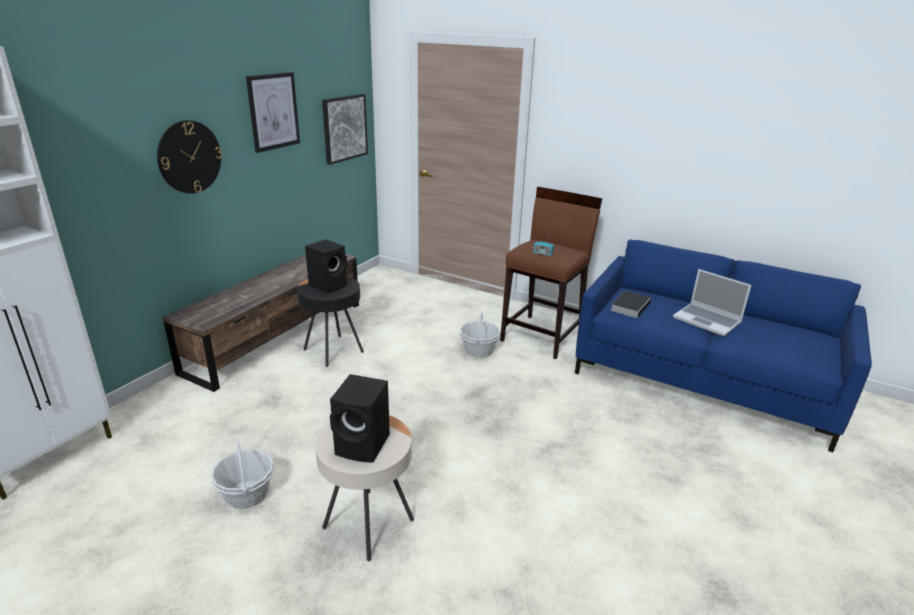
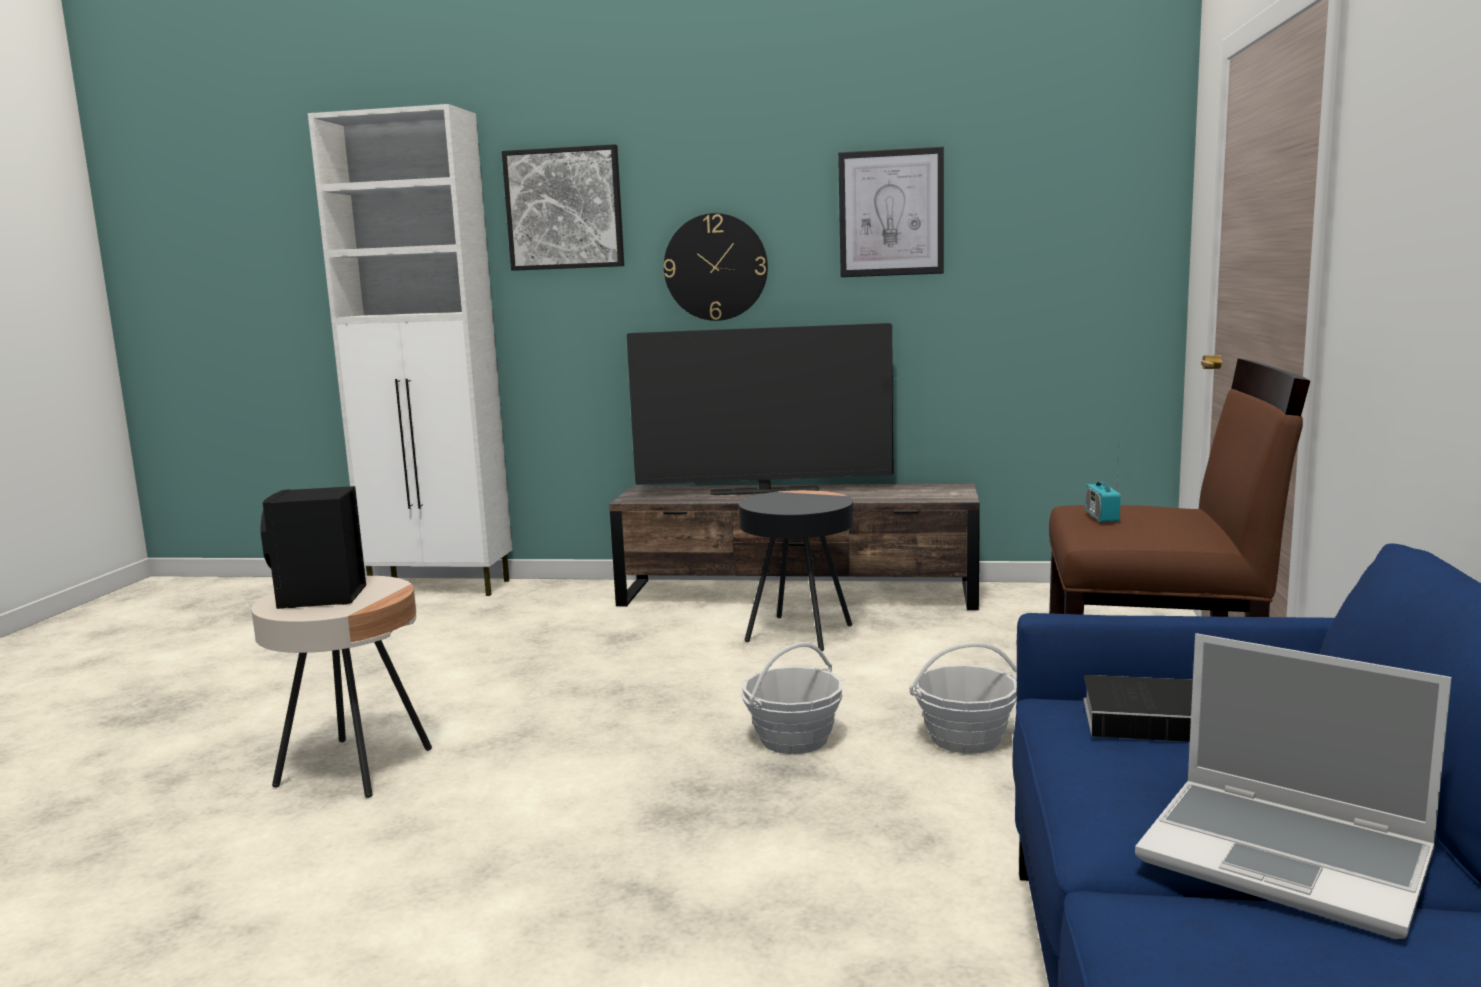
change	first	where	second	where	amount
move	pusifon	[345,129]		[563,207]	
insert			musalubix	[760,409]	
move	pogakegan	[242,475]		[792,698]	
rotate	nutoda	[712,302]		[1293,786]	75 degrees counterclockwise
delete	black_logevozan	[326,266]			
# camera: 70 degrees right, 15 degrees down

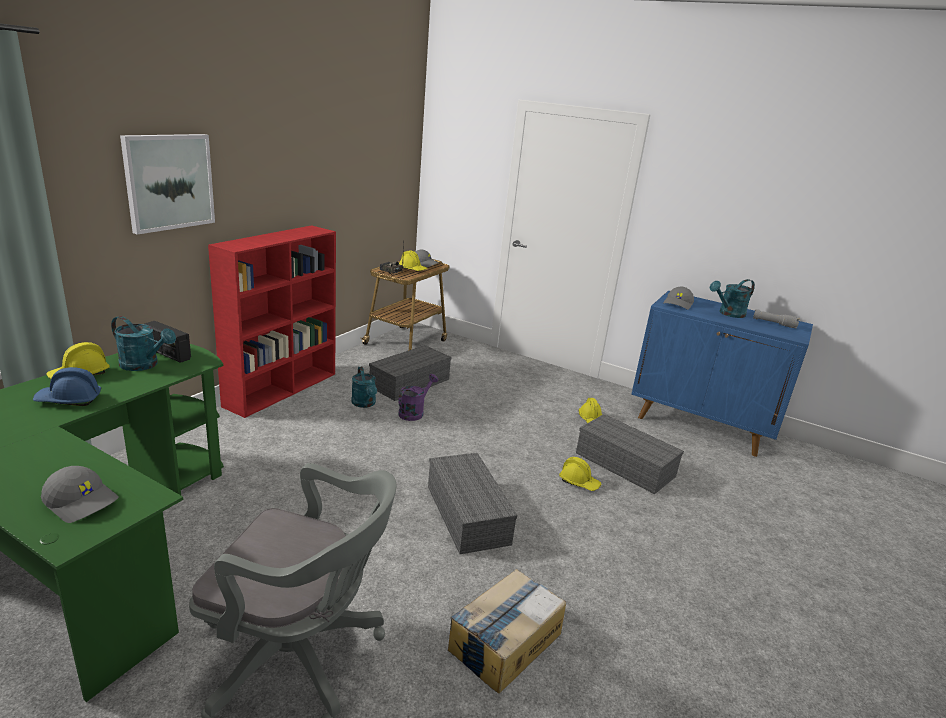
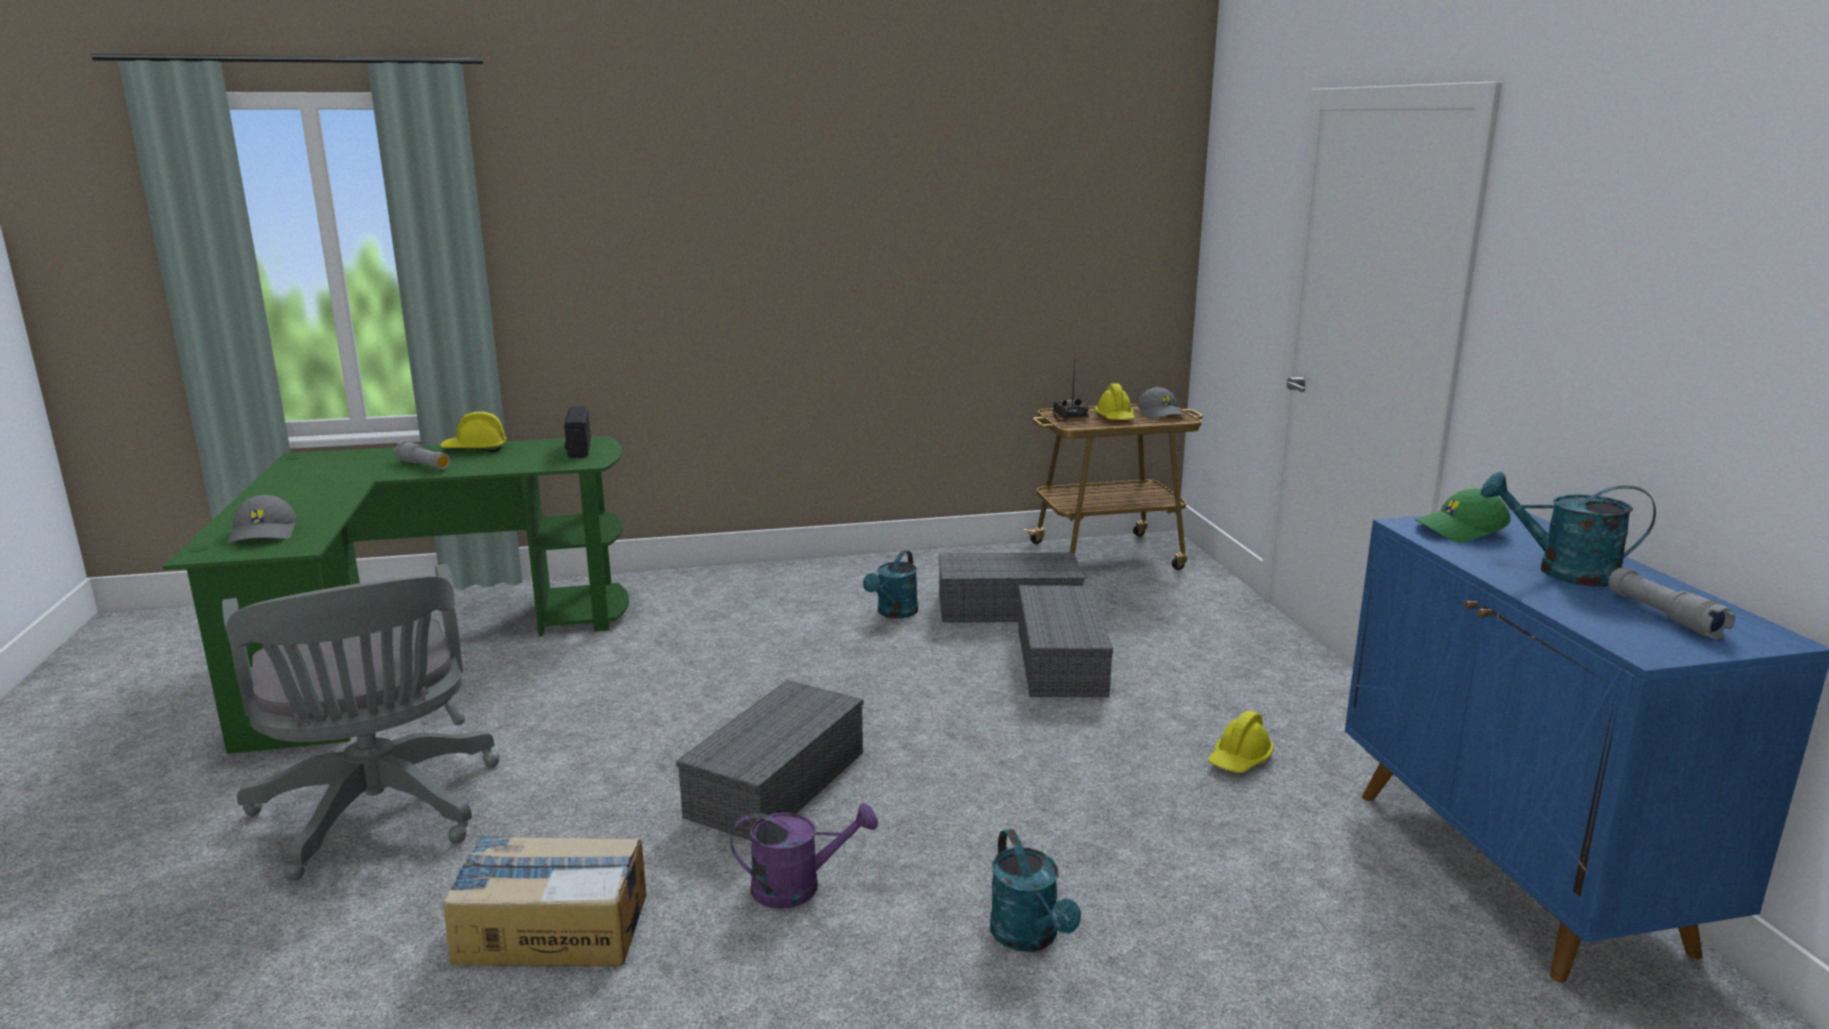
change	first	where	second	where	amount
replace	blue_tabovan	[67,386]	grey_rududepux	[421,455]	
move	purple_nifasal	[418,397]		[804,856]	
move	turquoise_nifasal	[143,343]		[1035,890]	
move	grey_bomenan	[630,454]		[1065,641]	
recolor	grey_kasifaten	[678,298]	green_kasifaten	[1463,515]	
delete	pusifon	[167,184]			
delete	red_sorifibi	[272,321]			
delete	yellow_tabovan	[580,474]			
# camera: 50 degrees right, 5 degrees down

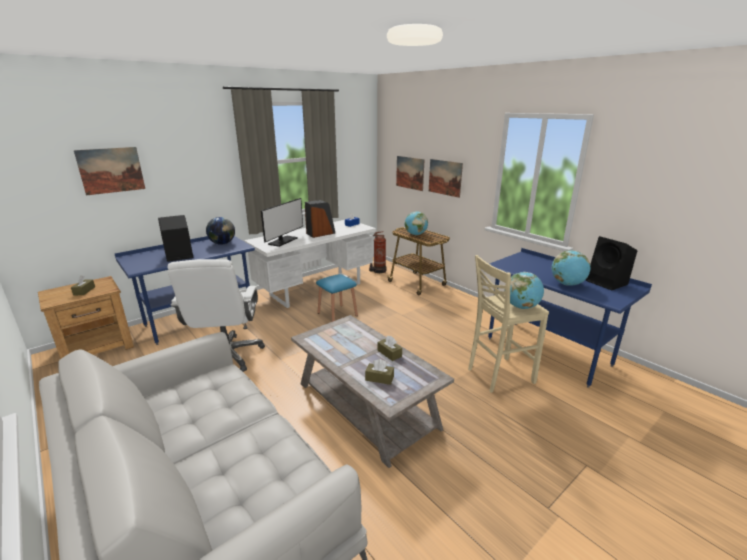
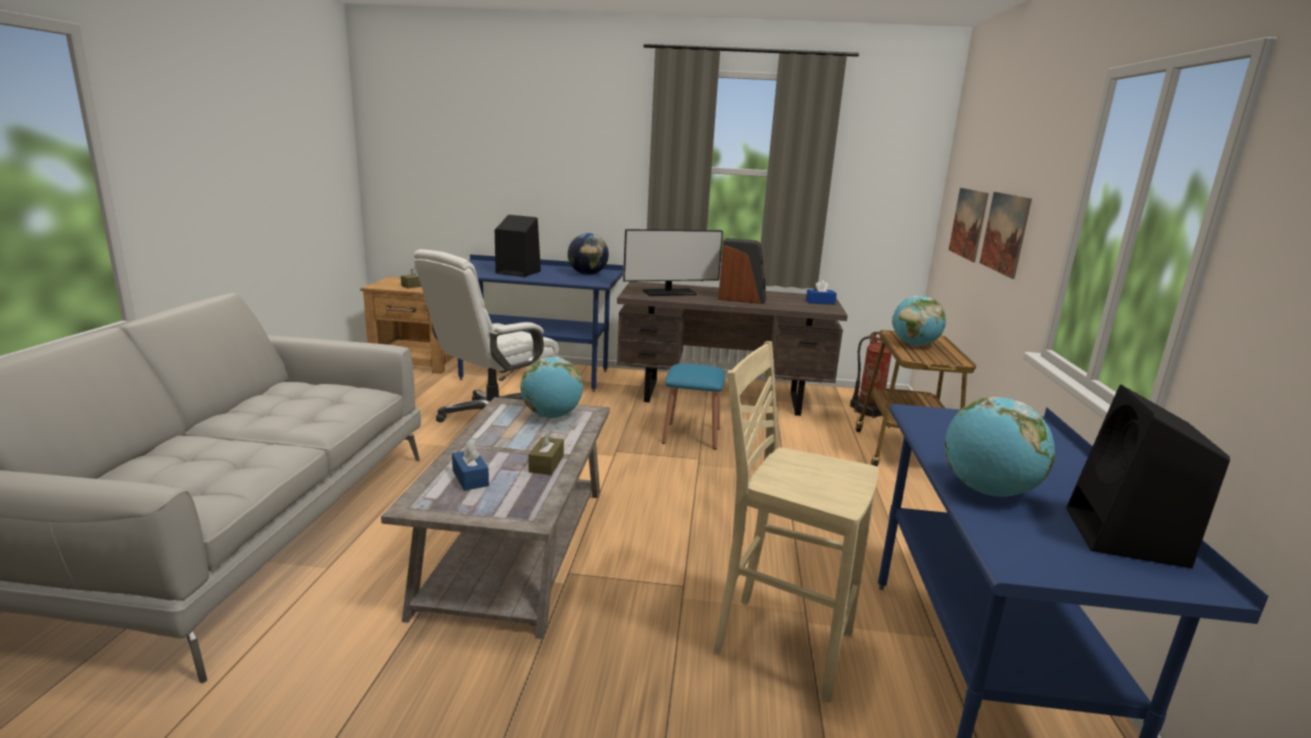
change	first	where	second	where	amount
recolor	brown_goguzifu	[379,372]	blue_goguzifu	[470,466]	
move	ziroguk	[524,290]		[552,387]	
recolor	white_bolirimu	[310,264]	brown_bolirimu	[732,348]	
delete	pusifon	[109,171]			
# camera: 45 degrees right, 5 degrees down

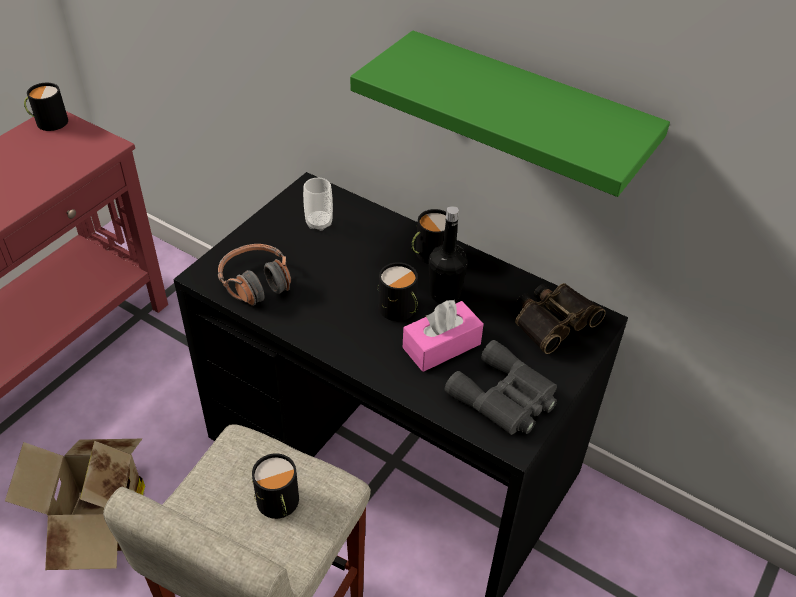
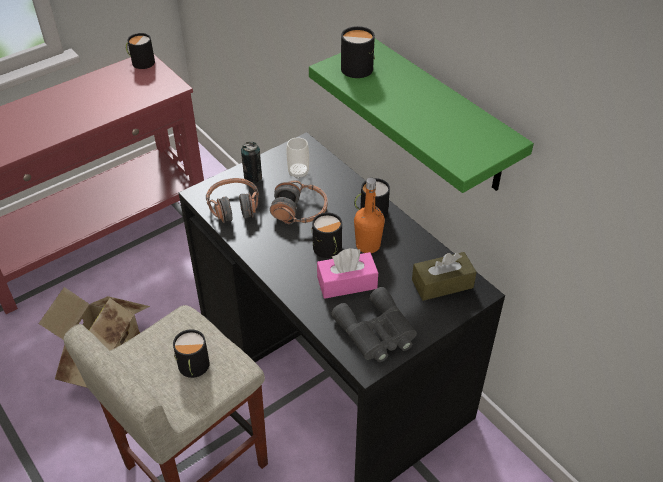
change	first	where	second	where	amount
insert			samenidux	[251,163]	
insert			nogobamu	[299,202]	
insert			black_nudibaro	[358,52]	
recolor	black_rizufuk	[448,254]	orange_rizufuk	[369,215]	
replace	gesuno	[560,318]	brown_goguzifu	[444,276]	
# camera: 20 degrees right, 0 degrees up

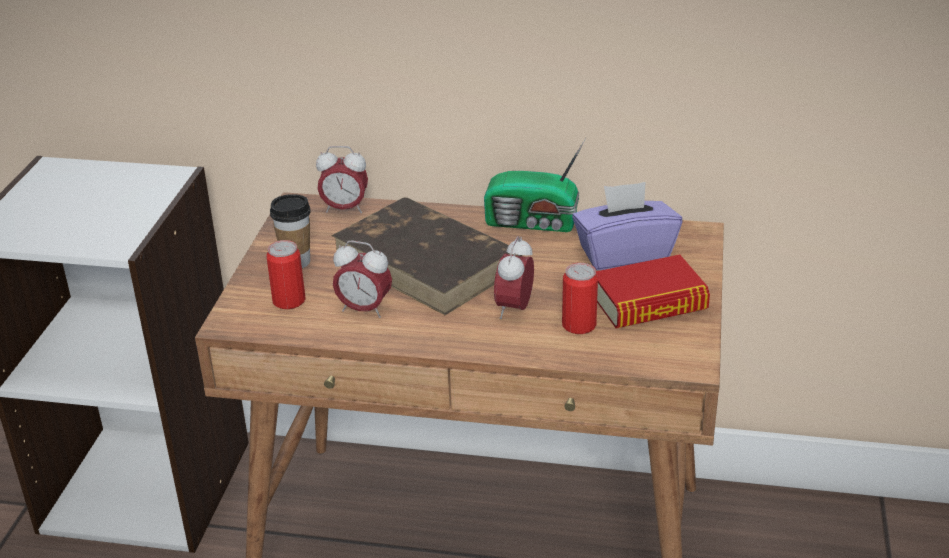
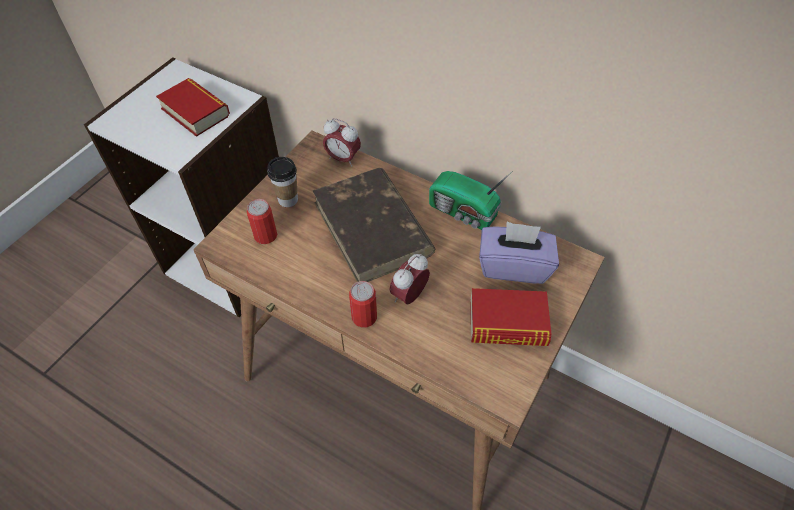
change	first	where	second	where	amount
insert			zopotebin	[193,107]	
move	samenidux	[580,298]		[363,304]	
delete	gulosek	[362,279]			
# camera: 20 degrees right, 20 degrees up

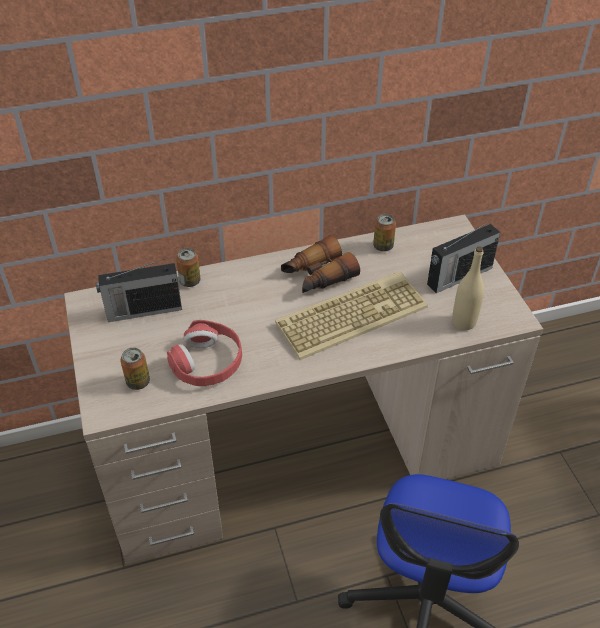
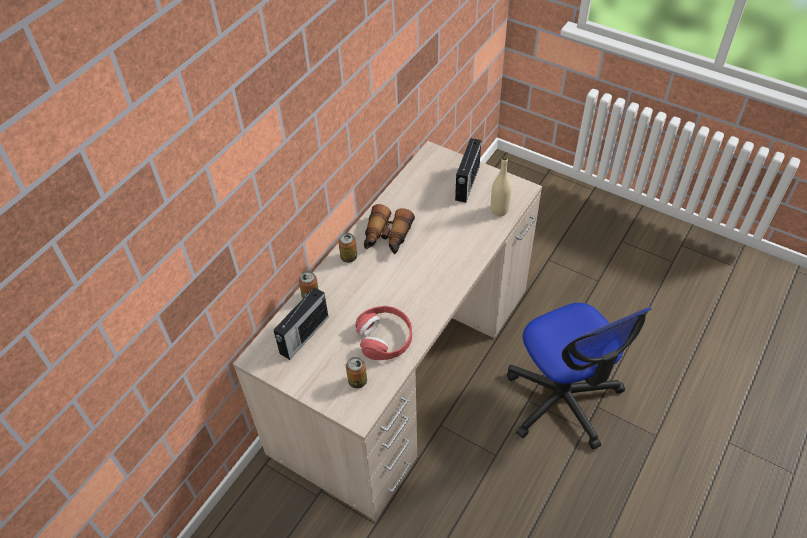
change	first	where	second	where	amount
move	samenidux	[384,233]		[347,248]	
delete	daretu	[351,315]			
# camera: 40 degrees left, 5 degrees up

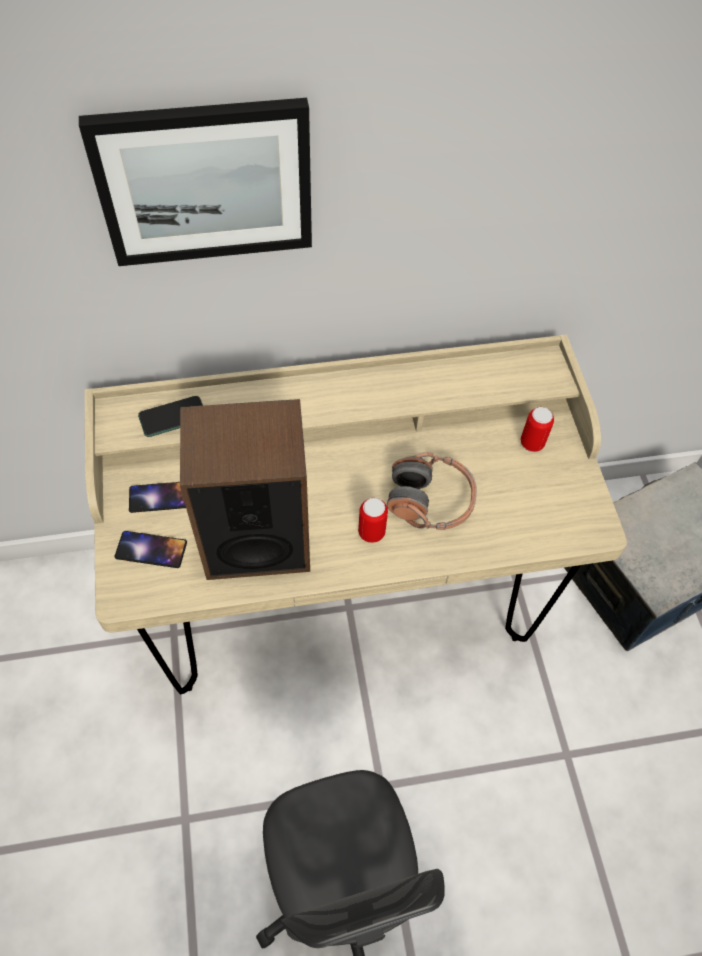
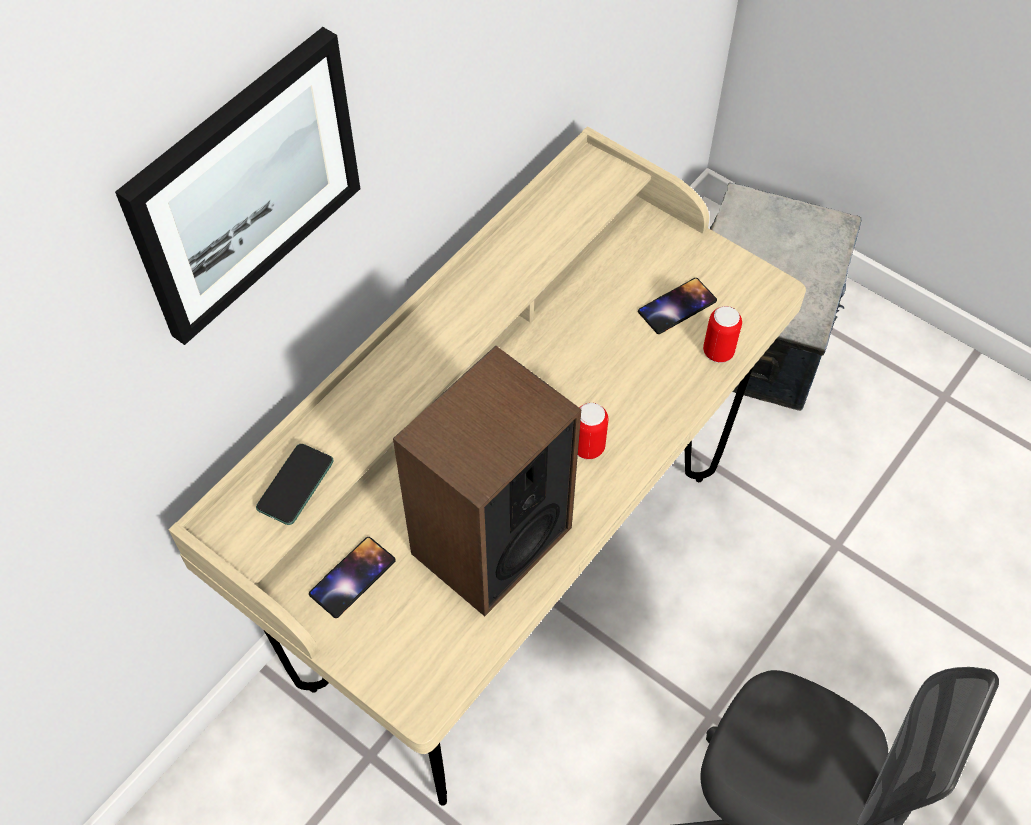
change	first	where	second	where	amount
move	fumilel	[151,549]		[677,306]	
move	samenidux	[537,429]		[722,334]	
delete	nogobamu	[432,491]			
# camera: 40 degrees left, 0 degrees up

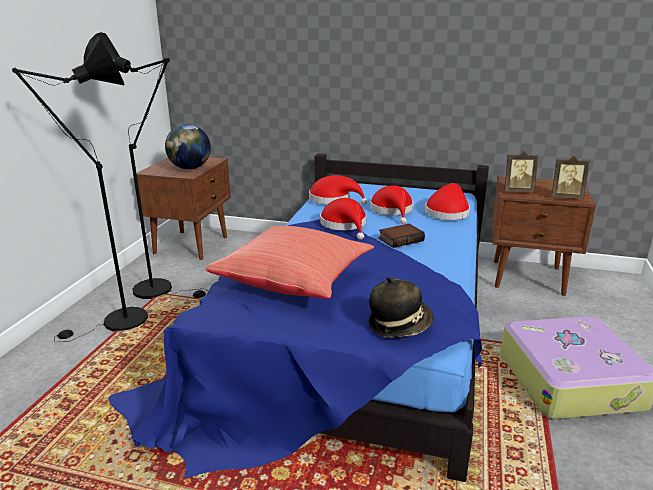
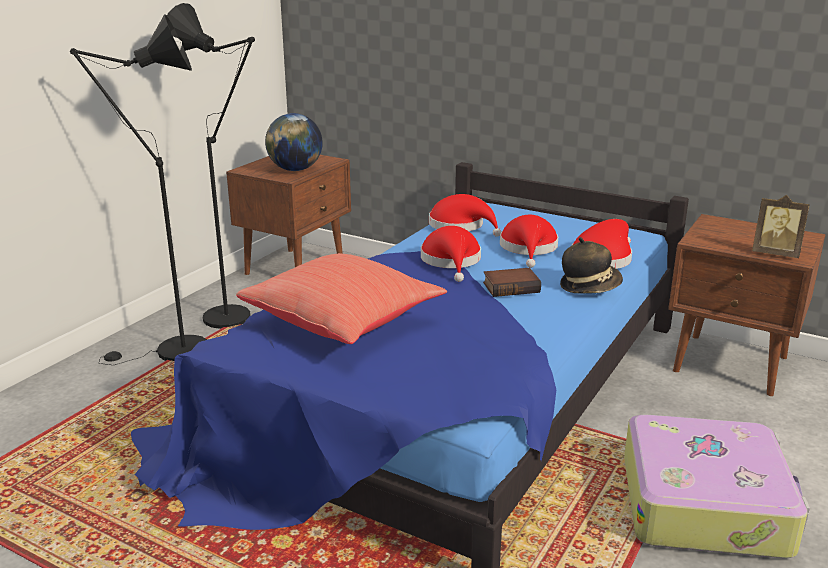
change	first	where	second	where	amount
move	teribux	[401,307]		[591,265]	
delete	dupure	[521,171]			
# camera: 15 degrees right, 0 degrees up

